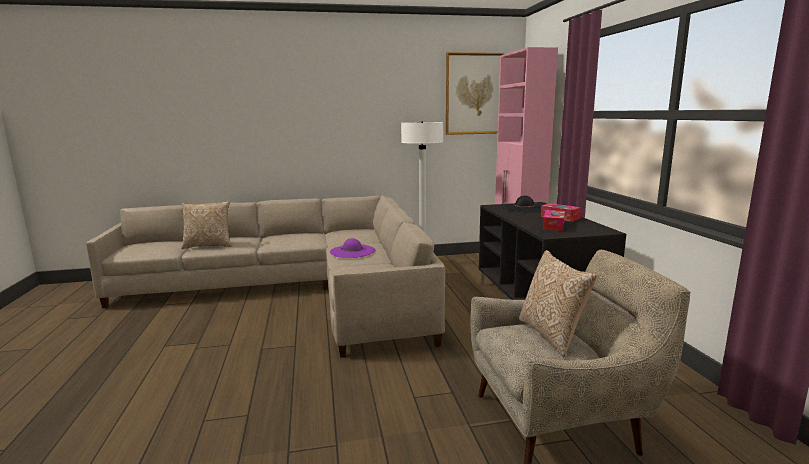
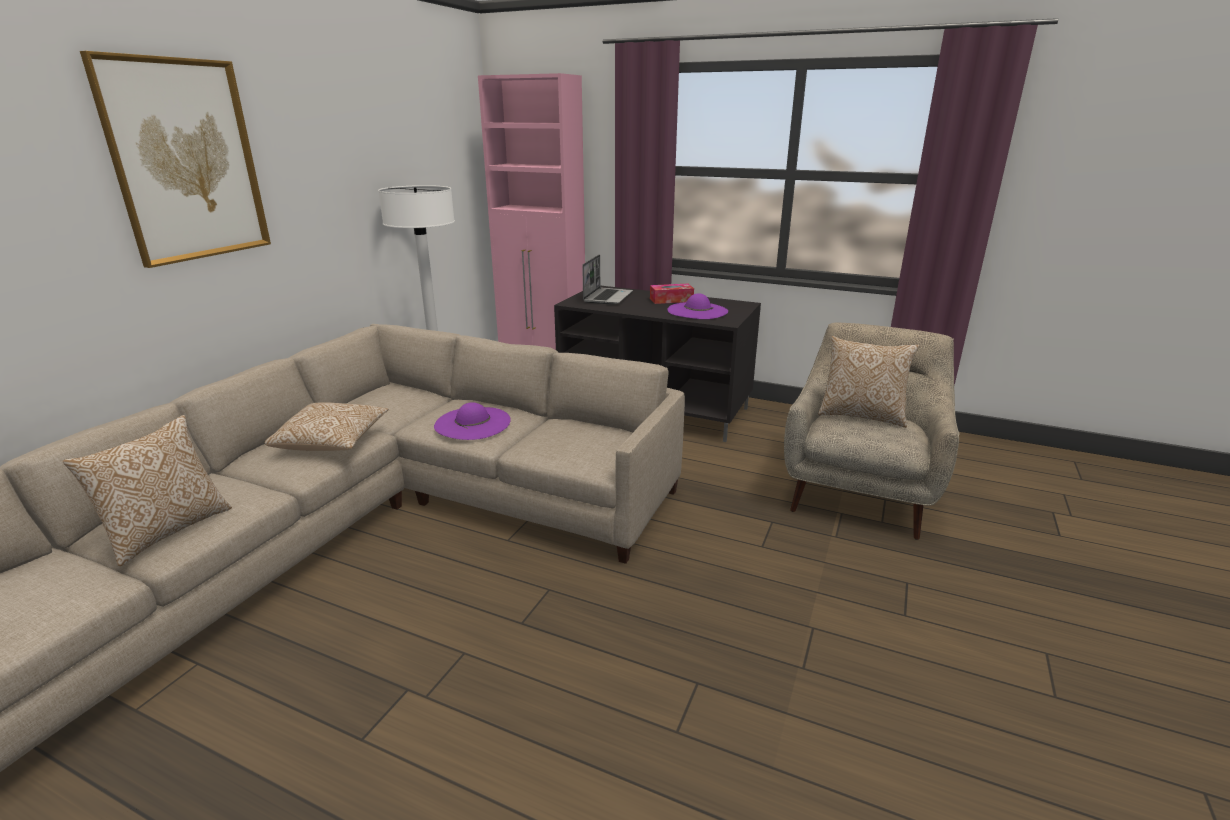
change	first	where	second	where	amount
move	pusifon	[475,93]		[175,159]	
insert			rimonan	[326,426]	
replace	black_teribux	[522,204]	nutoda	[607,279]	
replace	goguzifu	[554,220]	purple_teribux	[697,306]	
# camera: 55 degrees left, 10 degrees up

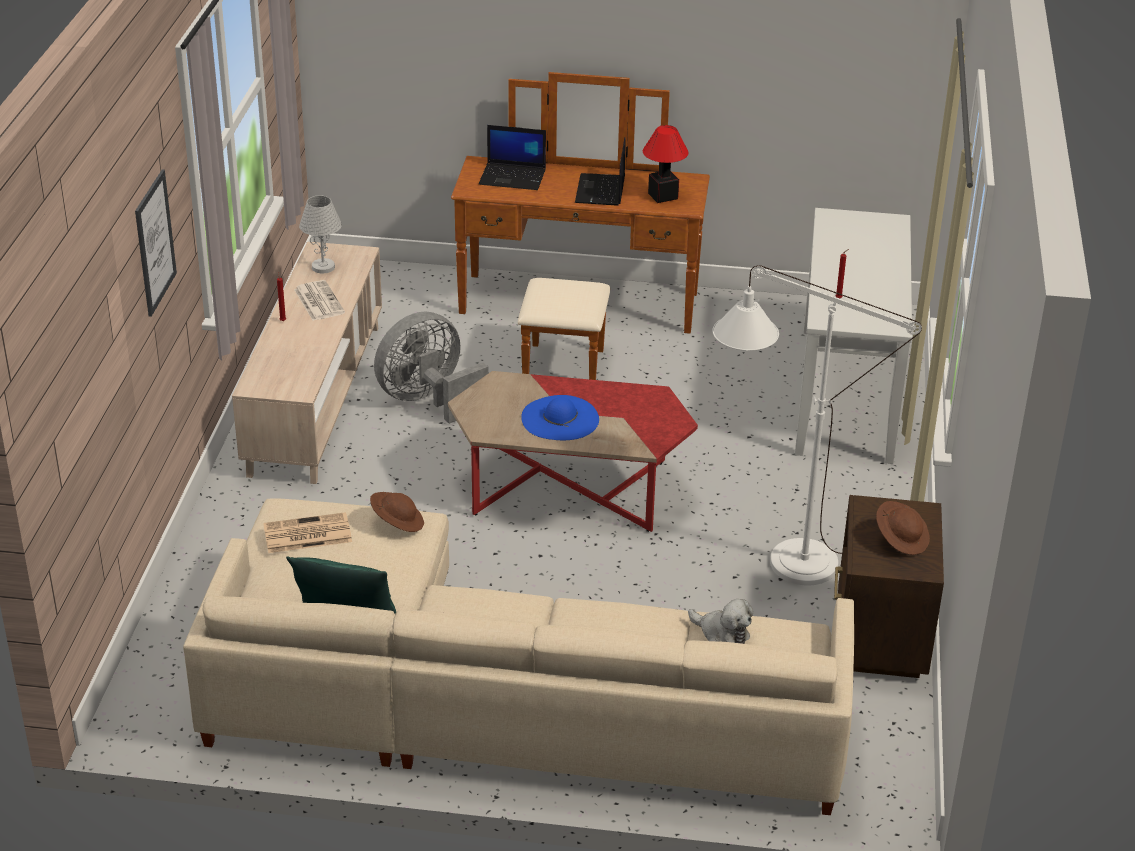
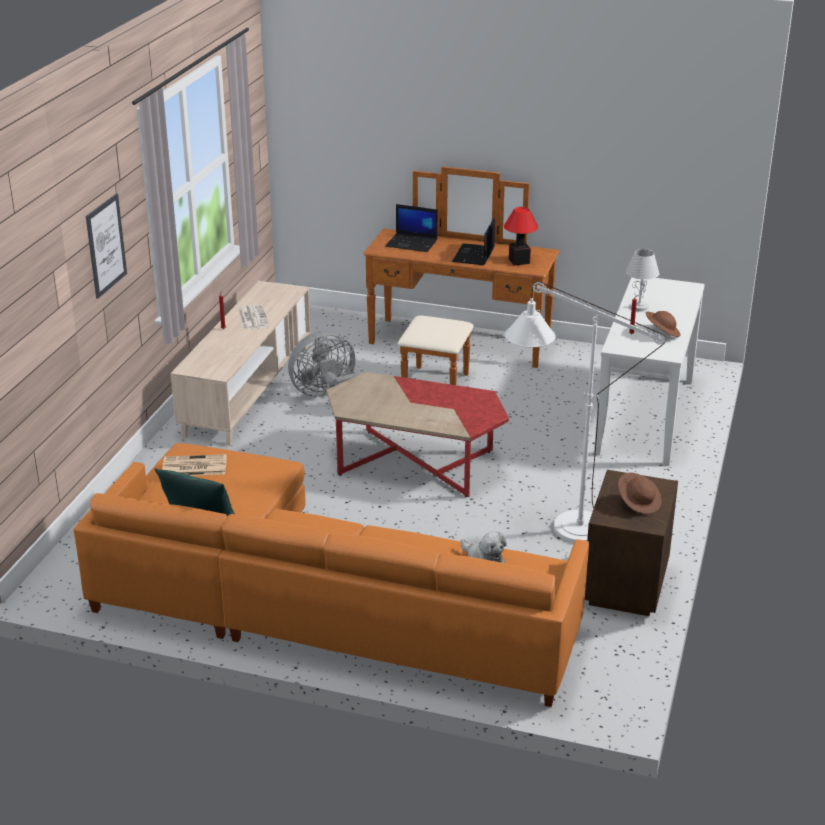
change	first	where	second	where	amount
recolor	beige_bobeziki	[518,656]	orange_bobeziki	[331,575]	
move	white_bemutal	[320,234]		[642,280]	
move	brown_teribux	[397,512]		[663,324]	
delete	blue_teribux	[560,417]			
# camera: 10 degrees right, 5 degrees down

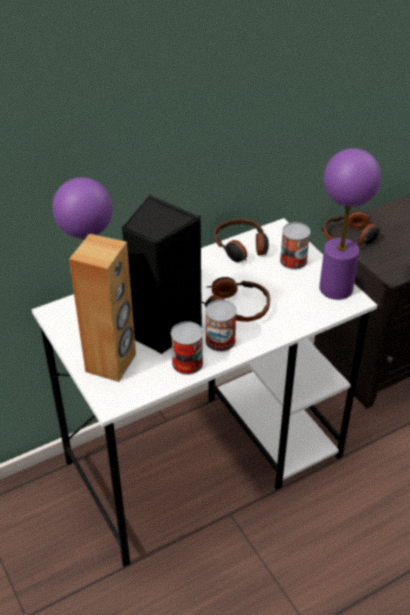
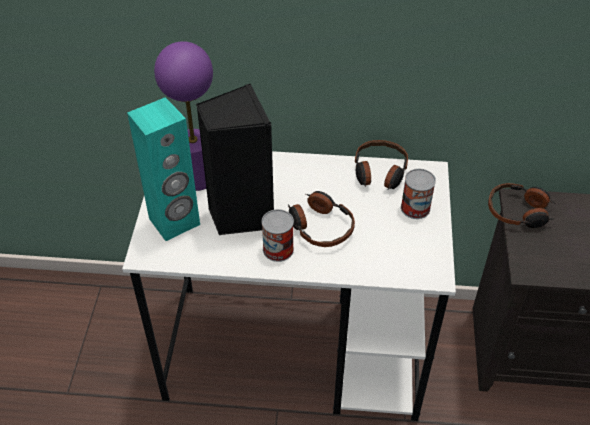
change	first	where	second	where	amount
recolor	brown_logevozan	[102,308]	turquoise_logevozan	[163,169]	
delete	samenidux	[187,348]			
delete	purple_bemutal	[350,224]			
# camera: 35 degrees right, 5 degrees up

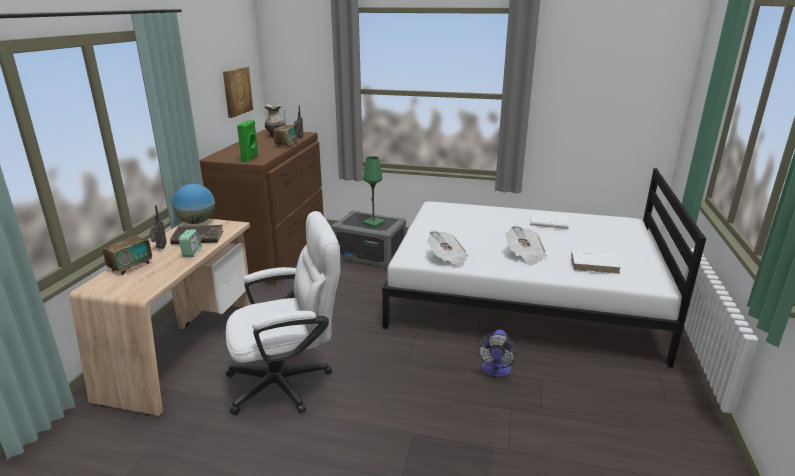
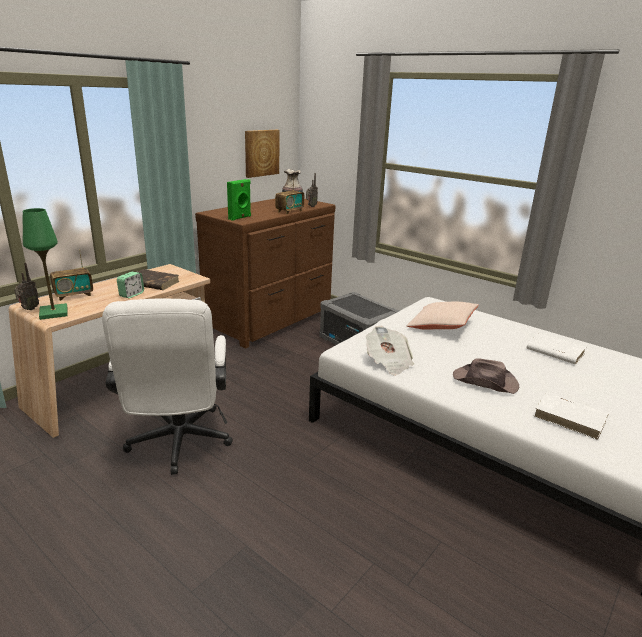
change	first	where	second	where	amount
move	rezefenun	[158,227]		[26,286]	
move	green_bemutal	[373,192]		[45,264]	
rotate	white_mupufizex	[283,313]		[167,386]	75 degrees clockwise
insert			beige_rimonan	[443,316]	
replace	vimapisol	[526,245]	brown_teribux	[486,376]	
delete	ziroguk	[193,204]			
delete	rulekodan	[497,353]			
# camera: 25 degrees right, 0 degrees up

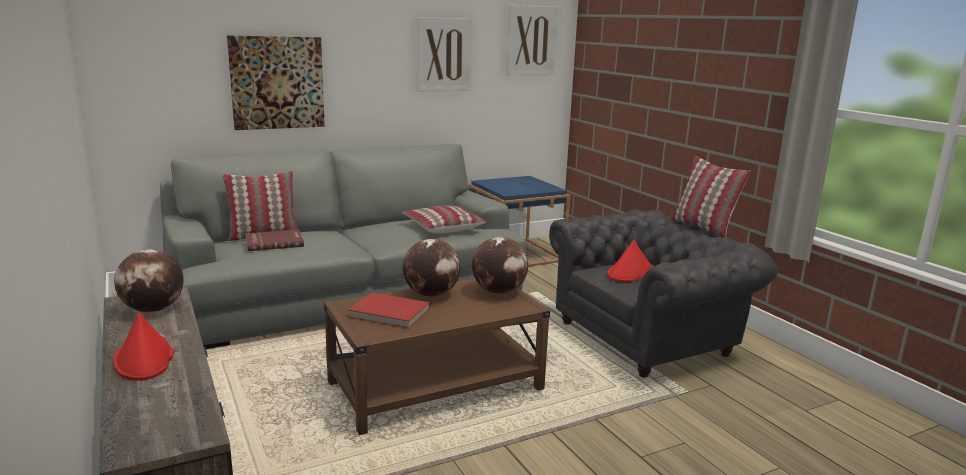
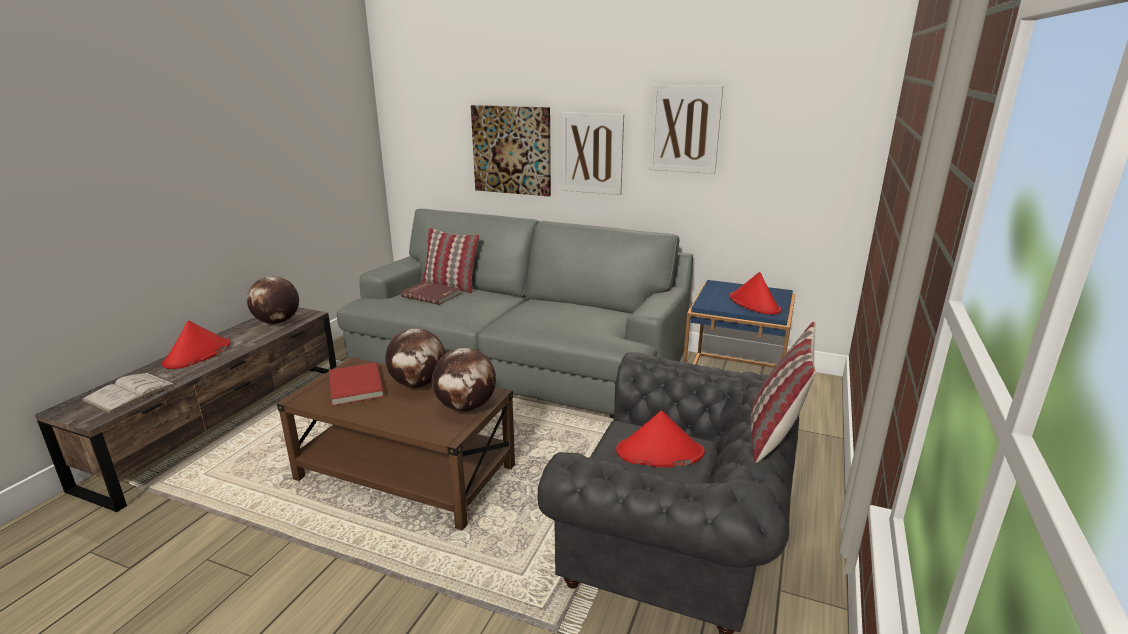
change	first	where	second	where	amount
insert			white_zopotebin	[129,393]	
move	pusifon	[532,40]		[593,153]	
insert			red_teribux	[755,293]	
delete	rimonan	[444,219]			
# camera: 50 degrees right, 5 degrees up

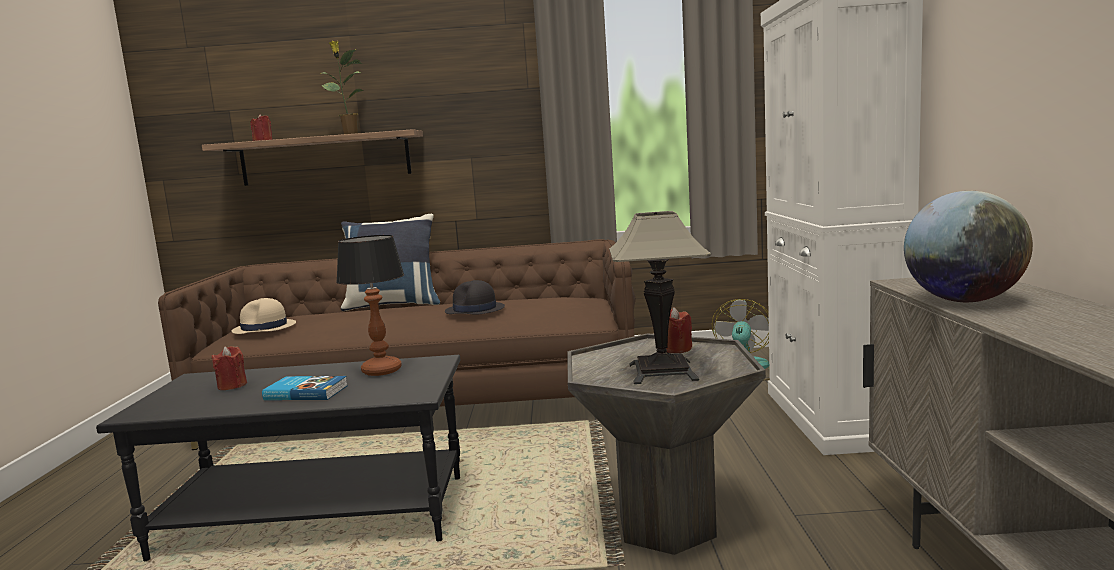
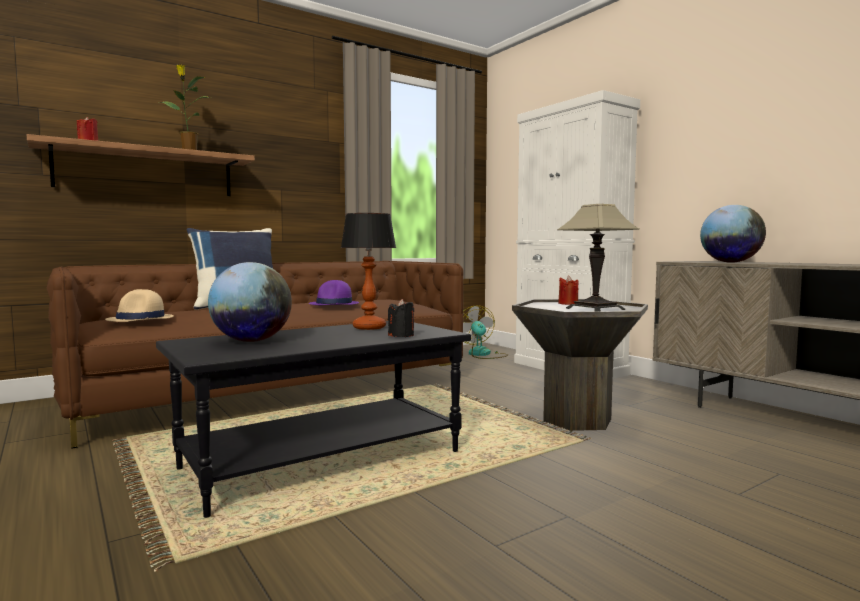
change	first	where	second	where	amount
replace	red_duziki	[229,368]	ziroguk	[250,302]	
recolor	black_teribux	[475,297]	purple_teribux	[334,292]	
insert			black_duziki	[401,318]	
delete	zopotebin	[305,388]			
# camera: 35 degrees left, 5 degrees down

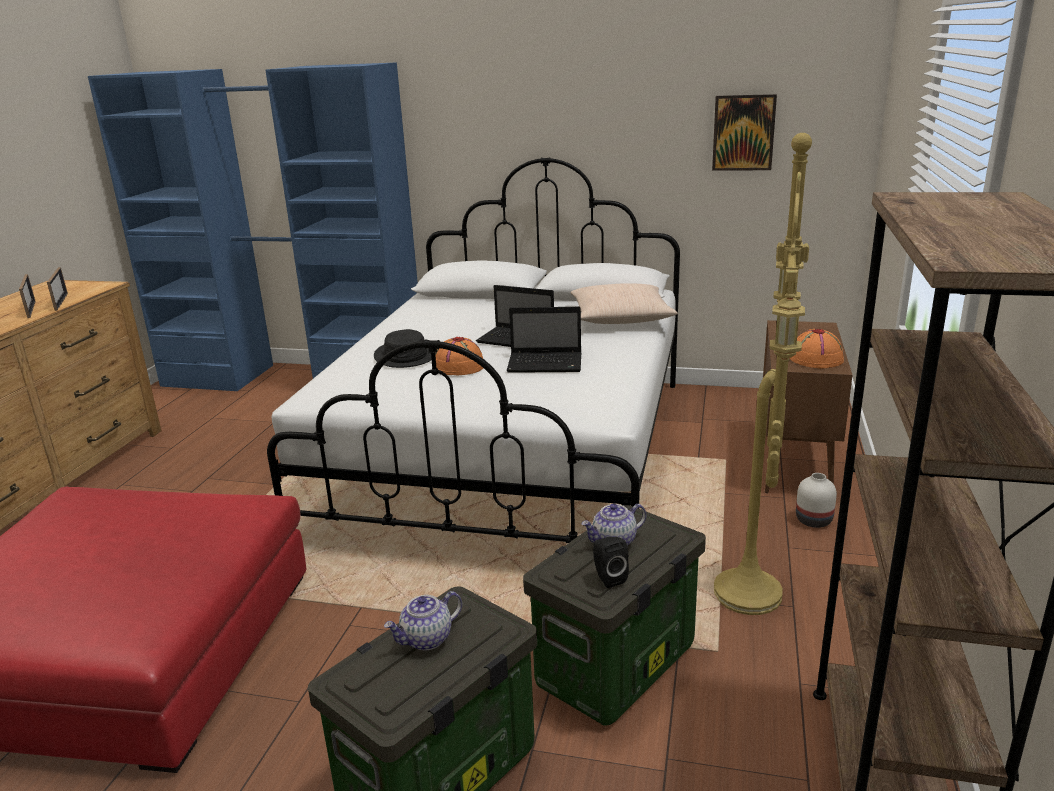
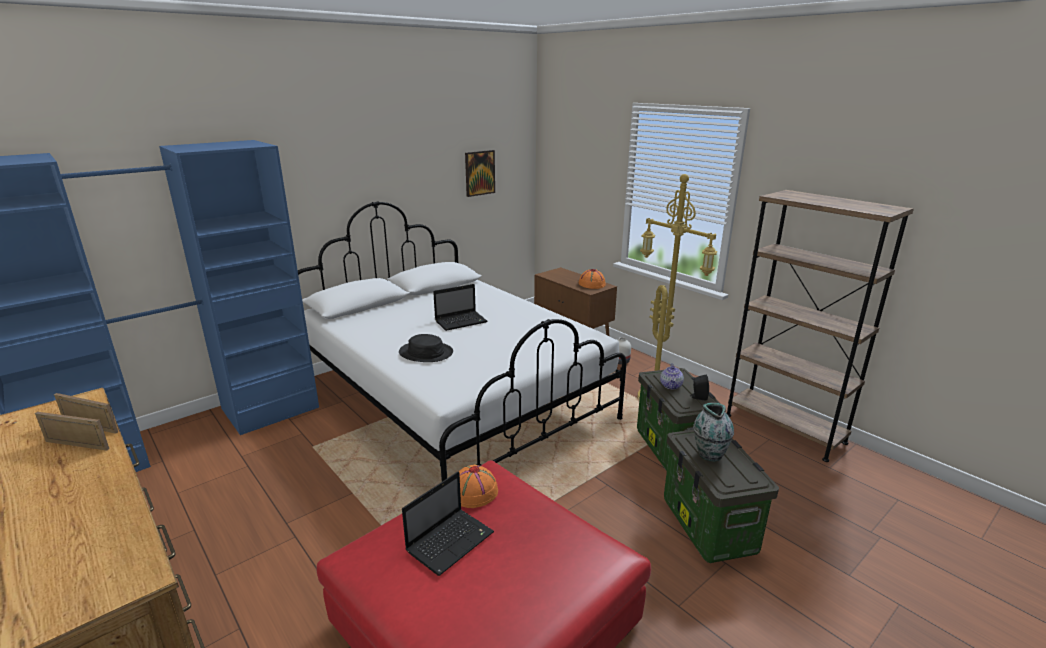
change	first	where	second	where	amount
move	nutoda	[544,340]		[448,524]	
move	orange_teribux	[459,356]		[478,486]	
replace	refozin	[423,620]	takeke	[713,432]	
delete	beige_rimonan	[624,303]			
# camera: 55 degrees left, 0 degrees up

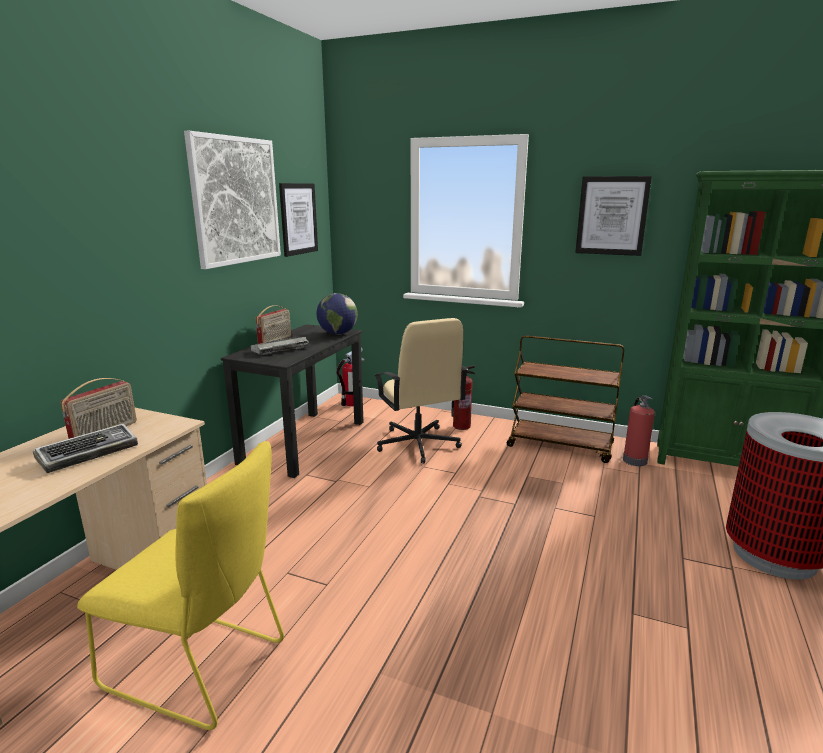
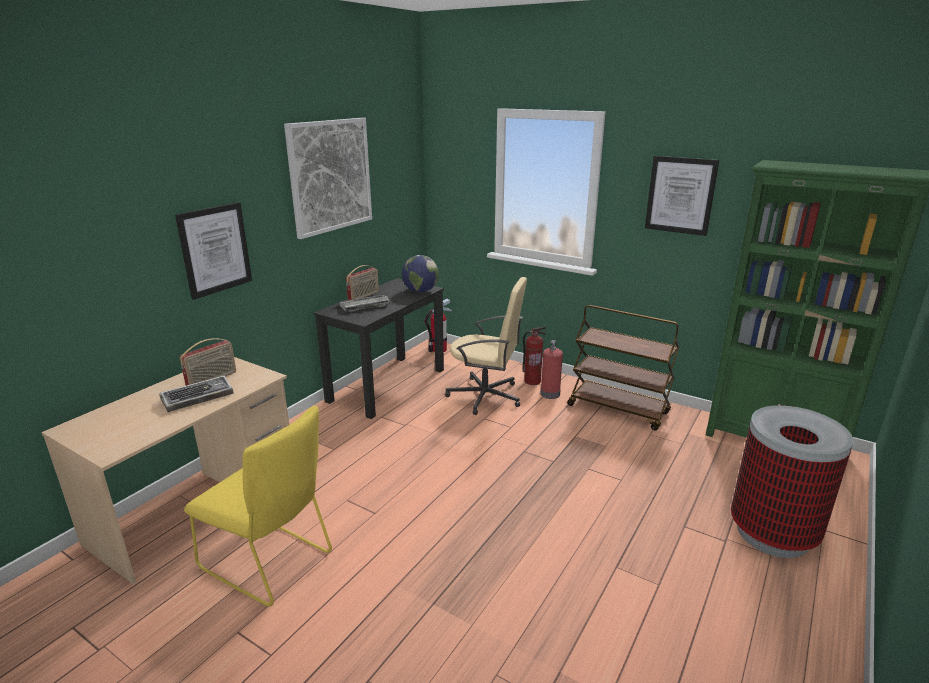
change	first	where	second	where	amount
move	pusifon	[298,220]		[213,251]	
rotate	beige_mupufizex	[421,390]		[486,346]	60 degrees counterclockwise
move	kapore	[639,431]		[552,369]	
# camera: 10 degrees right, 5 degrees up

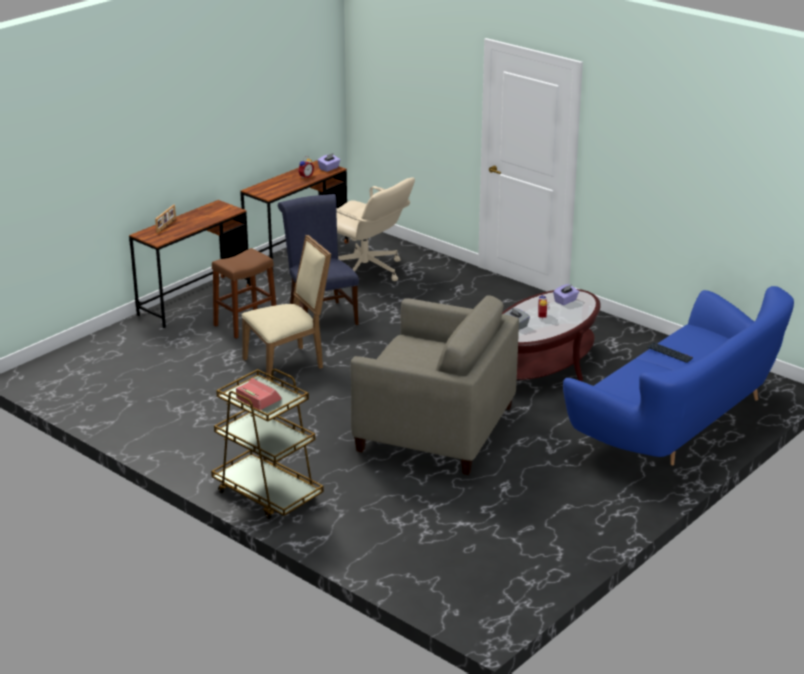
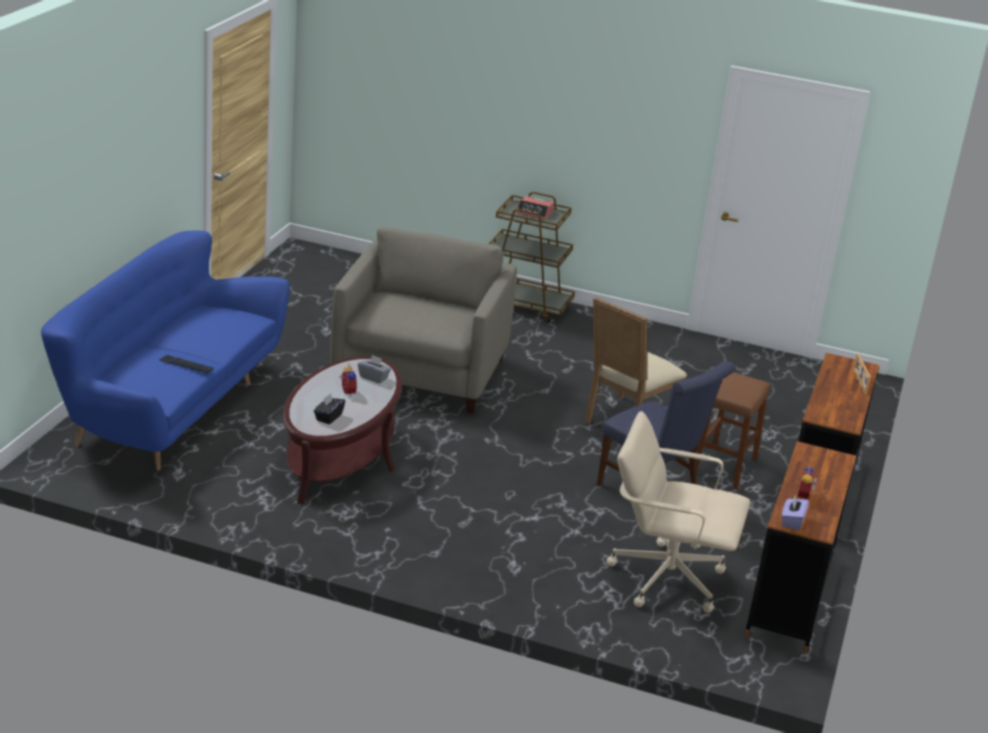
change	first	where	second	where	amount
recolor	purple_goguzifu	[566,294]	black_goguzifu	[329,408]	
rotate	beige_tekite	[435,385]		[423,320]	105 degrees clockwise
# camera: 155 degrees right, 0 degrees up

